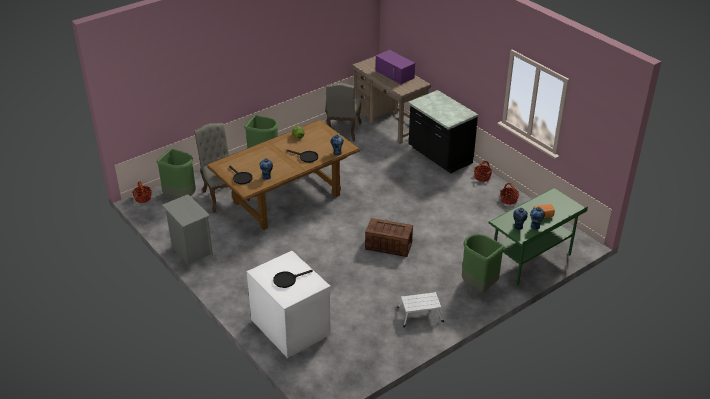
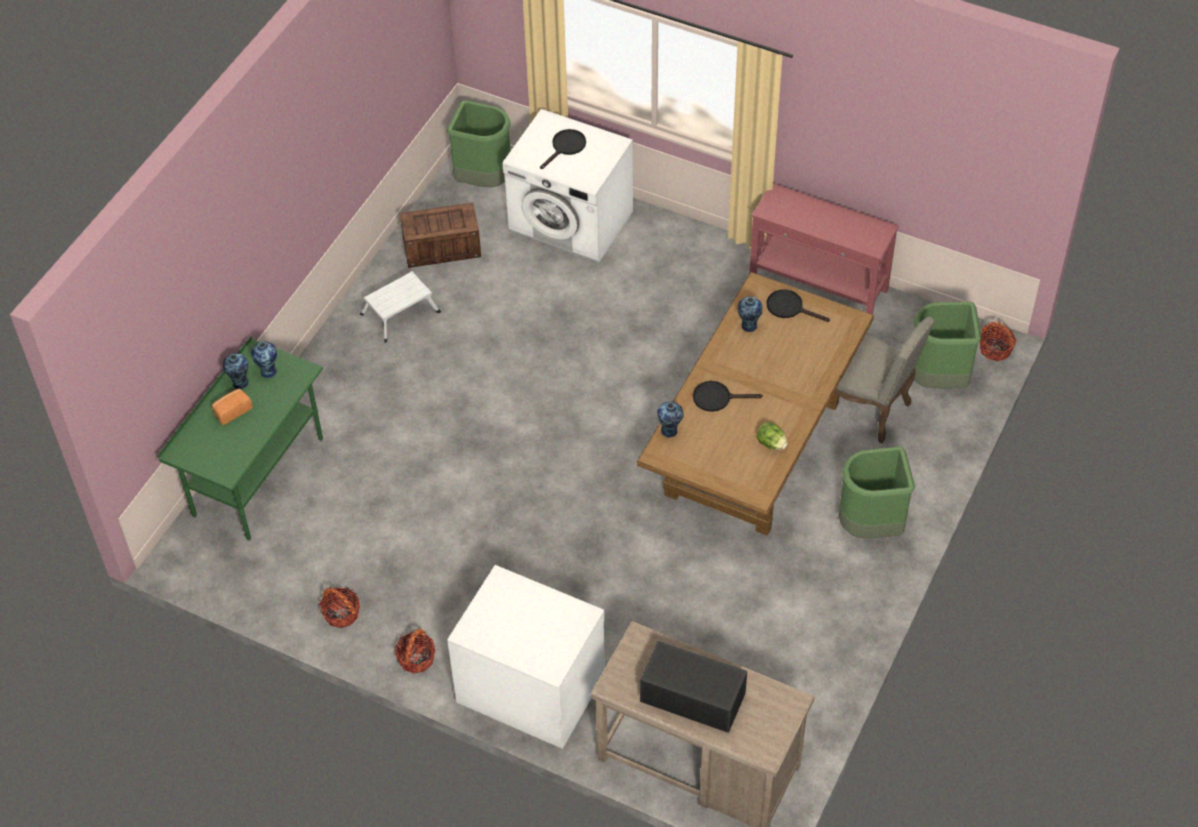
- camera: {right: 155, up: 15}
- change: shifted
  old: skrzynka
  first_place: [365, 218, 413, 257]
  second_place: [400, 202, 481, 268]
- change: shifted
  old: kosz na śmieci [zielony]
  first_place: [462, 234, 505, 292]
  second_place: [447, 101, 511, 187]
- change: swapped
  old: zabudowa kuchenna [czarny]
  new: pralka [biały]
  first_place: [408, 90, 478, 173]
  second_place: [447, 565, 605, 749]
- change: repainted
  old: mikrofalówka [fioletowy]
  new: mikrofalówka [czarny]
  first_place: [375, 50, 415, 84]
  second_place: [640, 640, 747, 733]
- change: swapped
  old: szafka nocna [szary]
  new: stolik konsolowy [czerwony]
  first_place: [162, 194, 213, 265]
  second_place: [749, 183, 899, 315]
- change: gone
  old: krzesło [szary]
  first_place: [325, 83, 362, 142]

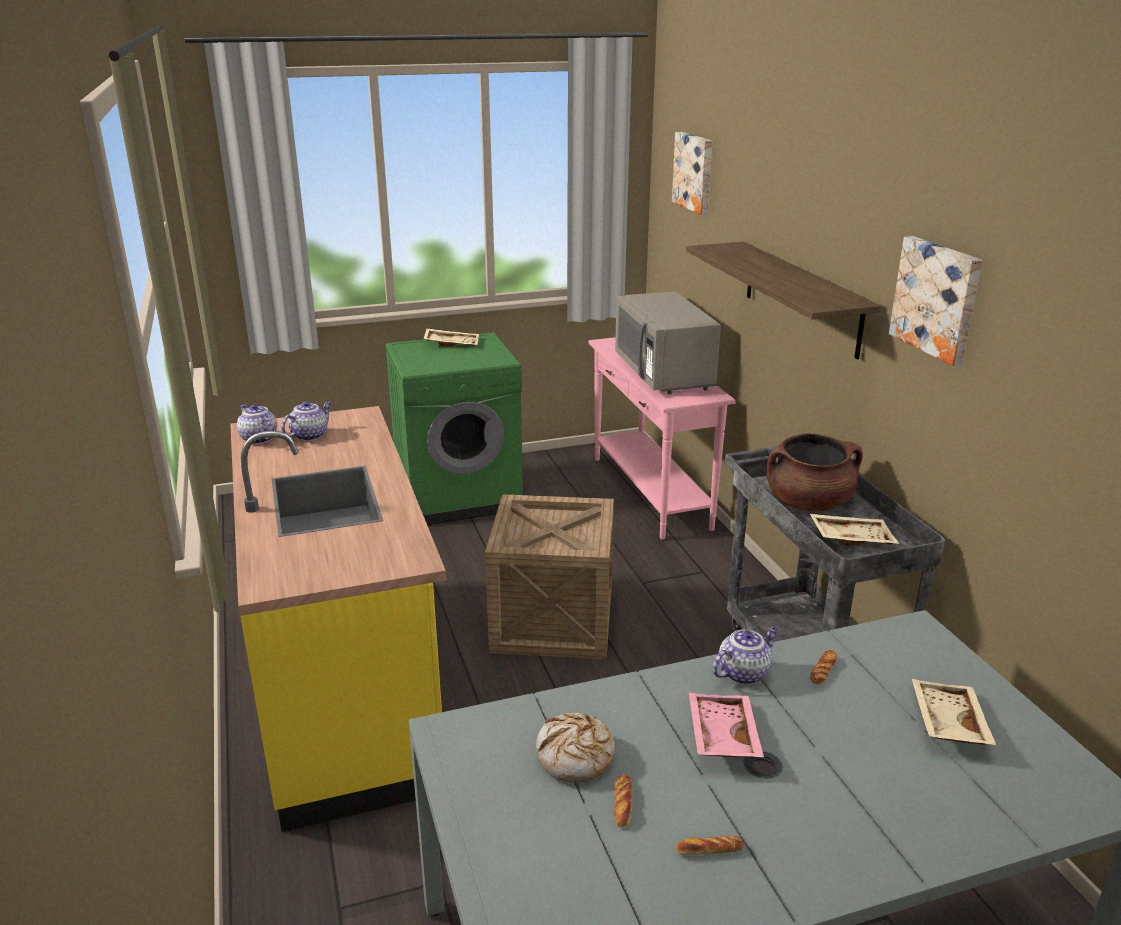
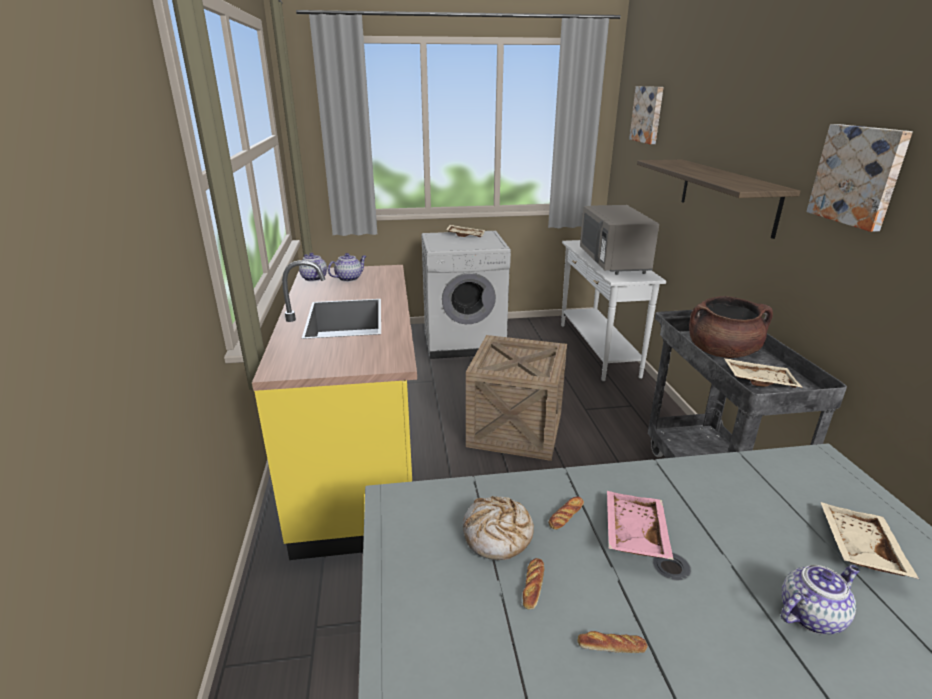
- camera: {right: 10, up: 0}
- change: repainted
  old: pralka [zielony]
  new: pralka [biały]
  first_place: [386, 332, 523, 525]
  second_place: [422, 231, 511, 359]
- change: shifted
  old: chleb
  first_place: [810, 650, 837, 684]
  second_place: [548, 497, 584, 530]
- change: repainted
  old: stolik konsolowy [różowy]
  new: stolik konsolowy [biały]
  first_place: [588, 337, 736, 540]
  second_place: [561, 240, 666, 381]
- change: shifted
  old: imbryk
  first_place: [712, 627, 778, 685]
  second_place: [781, 565, 860, 634]

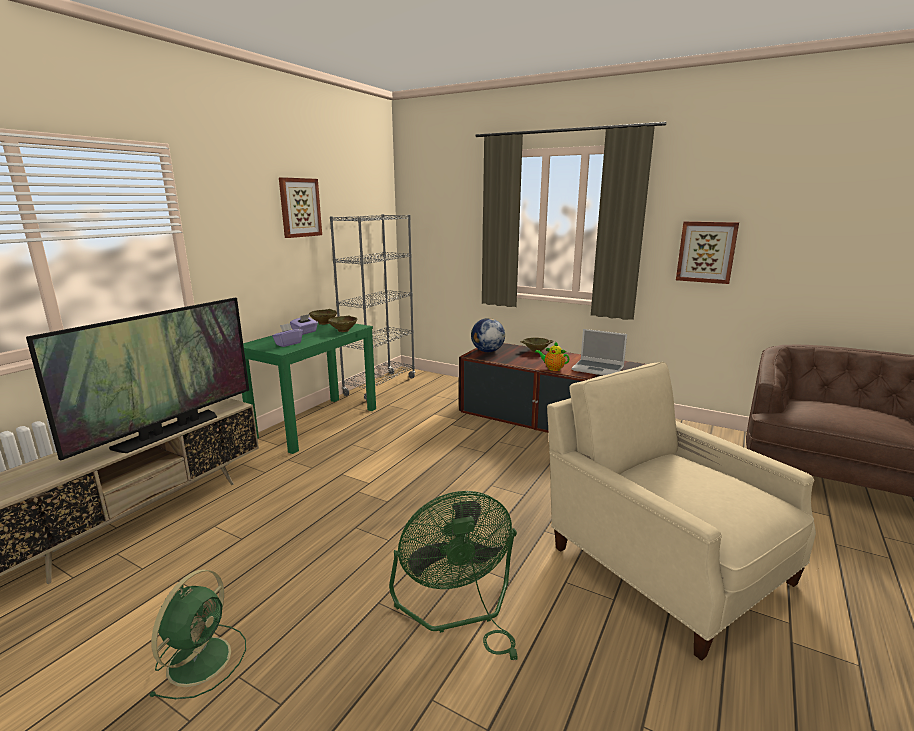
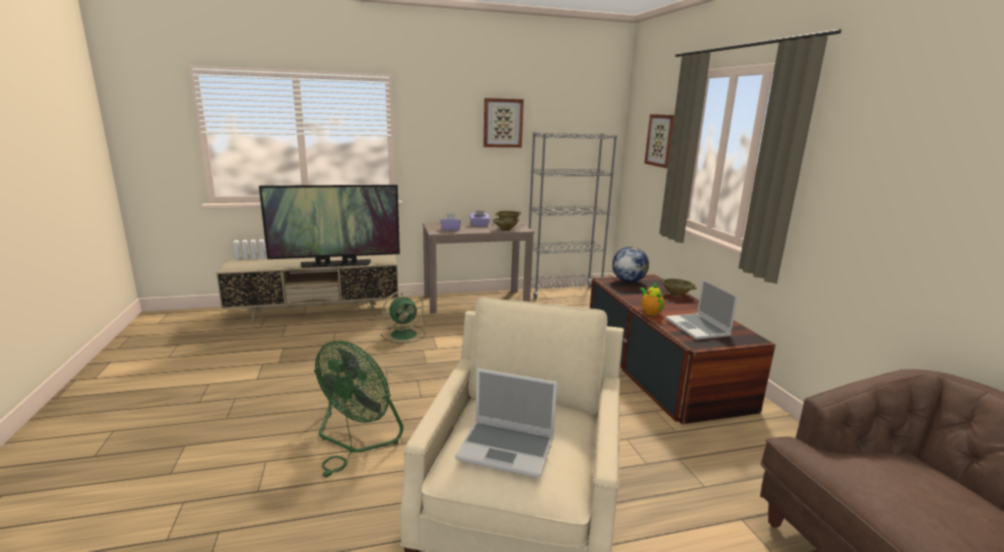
- camera: {right: 45, up: 0}
- change: shifted
  old: wentylator [zielony]
  first_place: [148, 569, 246, 699]
  second_place: [381, 290, 425, 343]
- change: repainted
  old: stolik konsolowy [zielony]
  new: stolik konsolowy [brązowy]
  first_place: [242, 323, 376, 454]
  second_place: [423, 221, 534, 314]
- change: new
  new: laptop
  second_place: [455, 369, 557, 478]
- change: shifted
  old: obraz
  first_place: [676, 221, 739, 284]
  second_place: [644, 114, 674, 168]

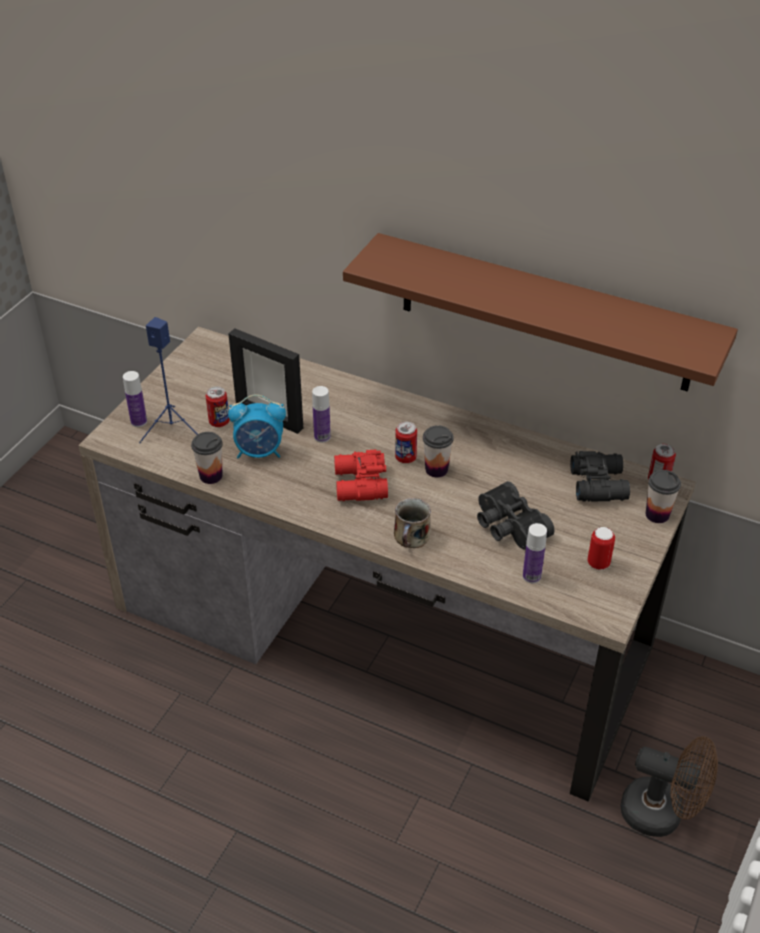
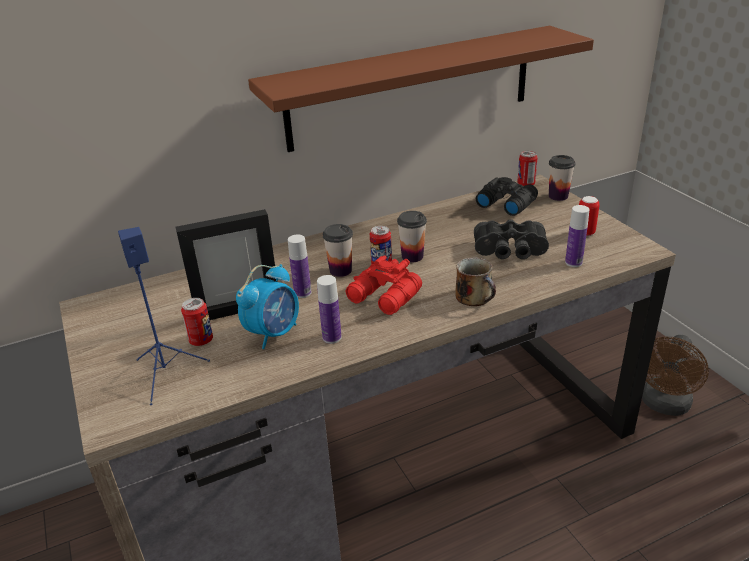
- camera: {right: -50, up: -10}
- change: shifted
  old: butelka
  first_place: [123, 371, 147, 427]
  second_place: [317, 275, 342, 344]
- change: shifted
  old: filiżanka
  first_place: [191, 432, 223, 484]
  second_place: [323, 224, 353, 277]
- change: rotated
  old: wentylator [brązowy]
  first_place: [620, 736, 718, 837]
  second_place: [642, 335, 709, 416]
  degrees: 150

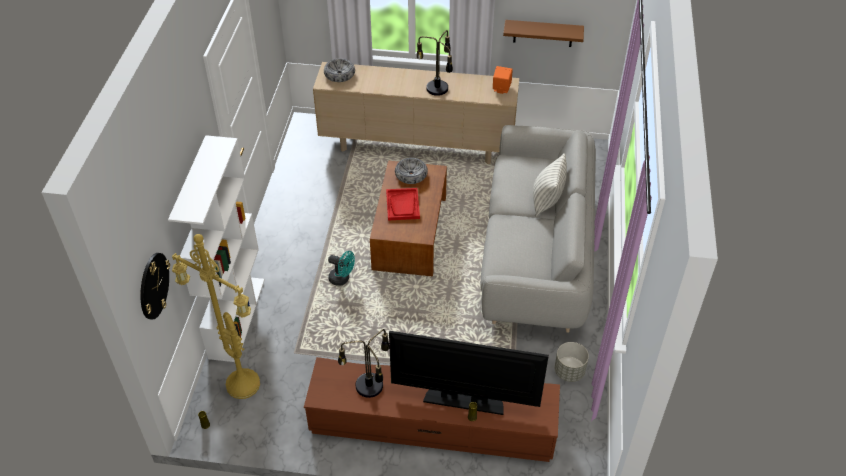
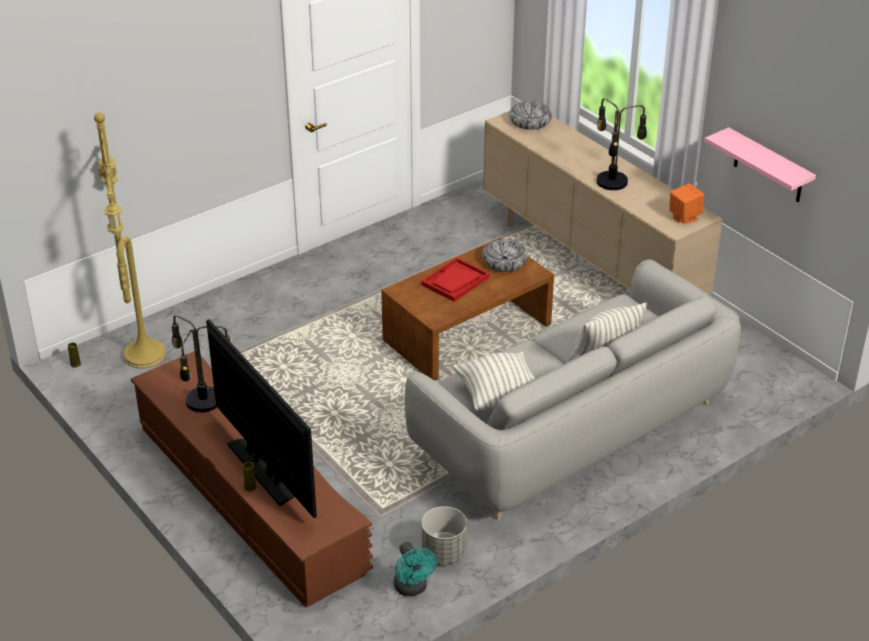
- camera: {right: 45, up: -10}
- change: shifted
  old: wentylator [turkusowy]
  first_place: [328, 251, 355, 286]
  second_place: [394, 542, 437, 596]
- change: new
  new: poduszka
  second_place: [453, 352, 536, 411]
- change: repainted
  old: półka [brązowy]
  new: półka [różowy]
  first_place: [503, 20, 584, 47]
  second_place: [704, 127, 816, 202]
- change: gone
  old: zegar ścienny
  first_place: [140, 253, 170, 320]
- change: gone
  old: regał [biały]
  first_place: [168, 135, 264, 362]

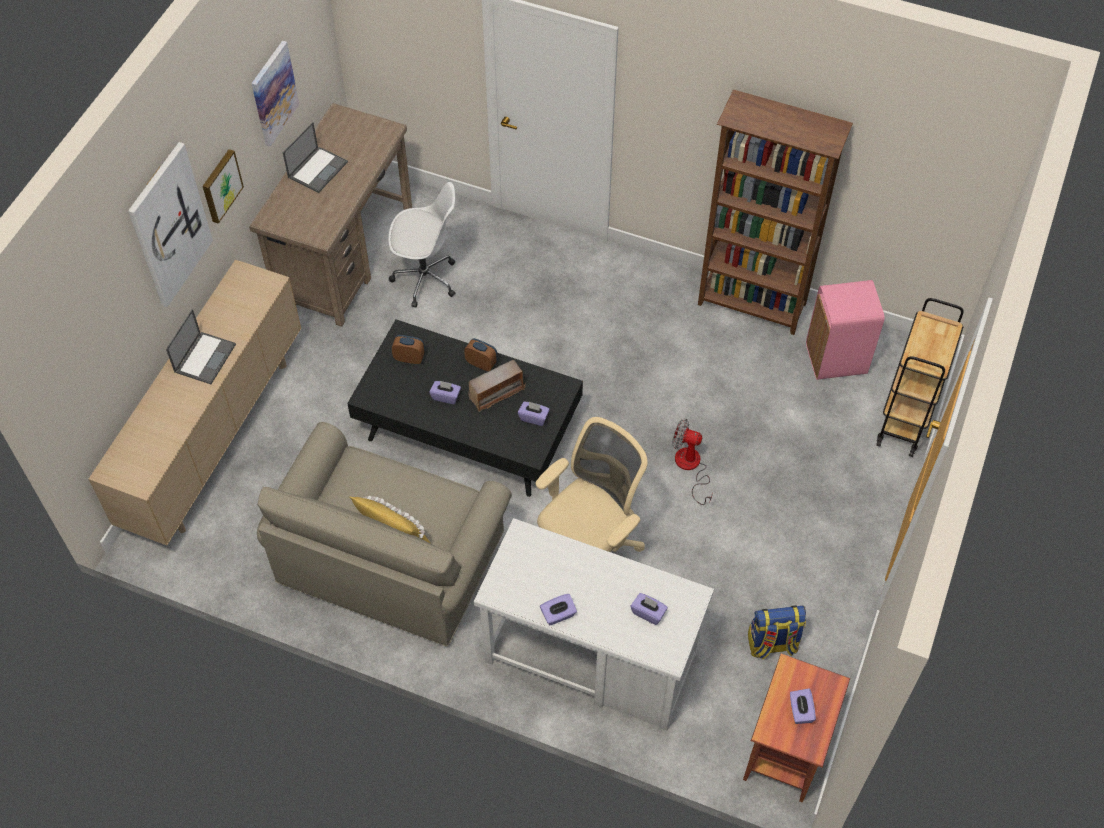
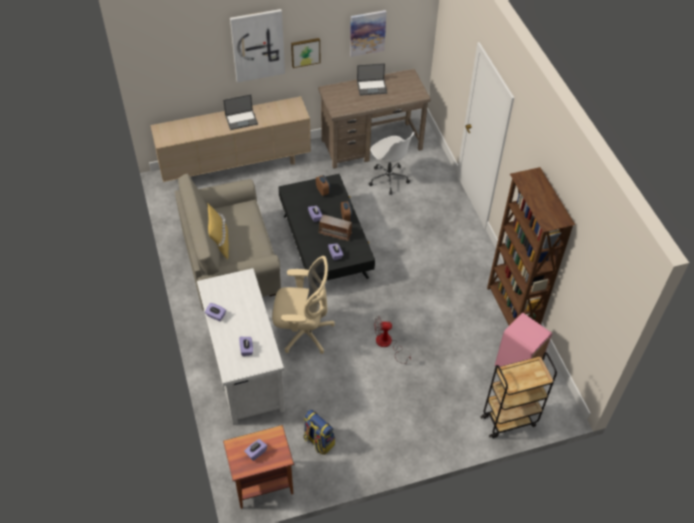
- camera: {right: 50, up: -5}
- change: rotated
  old: wentylator
  first_place: [672, 418, 713, 505]
  second_place: [375, 316, 411, 364]
  degrees: -75

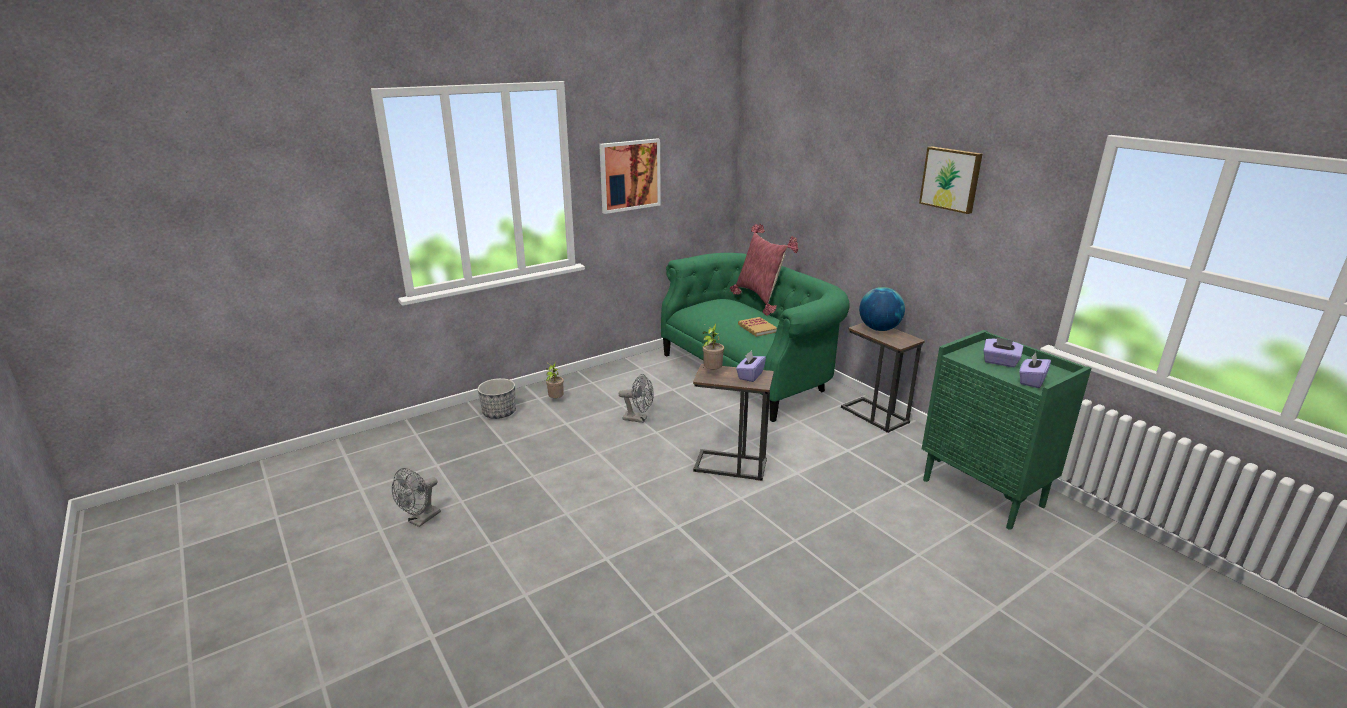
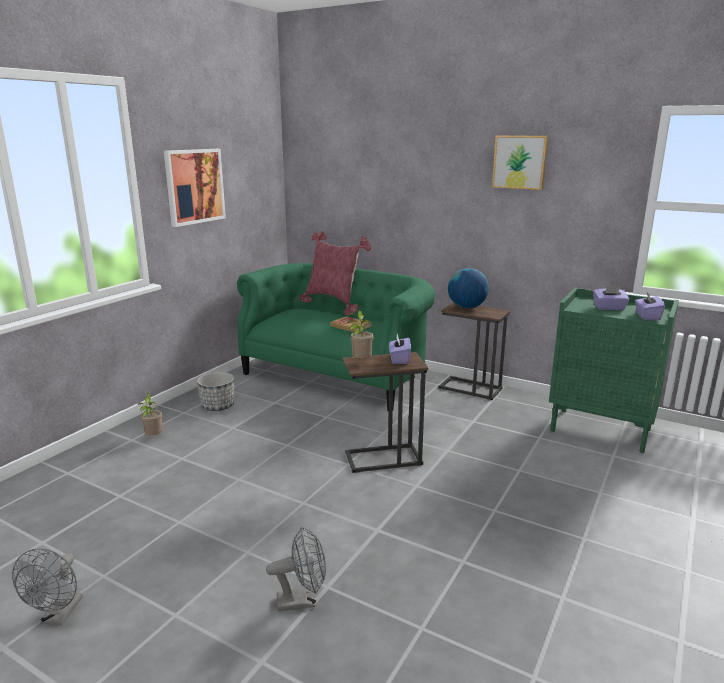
- camera: {right: -25, up: -5}
- change: shifted
  old: donica
  first_place: [478, 378, 516, 419]
  second_place: [197, 372, 234, 411]
- change: shifted
  old: wentylator [szary]
  first_place: [619, 374, 654, 423]
  second_place: [266, 526, 326, 612]

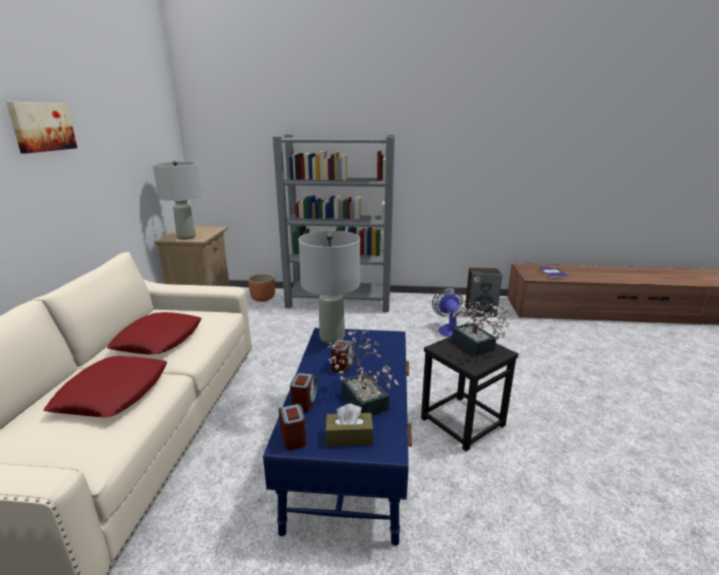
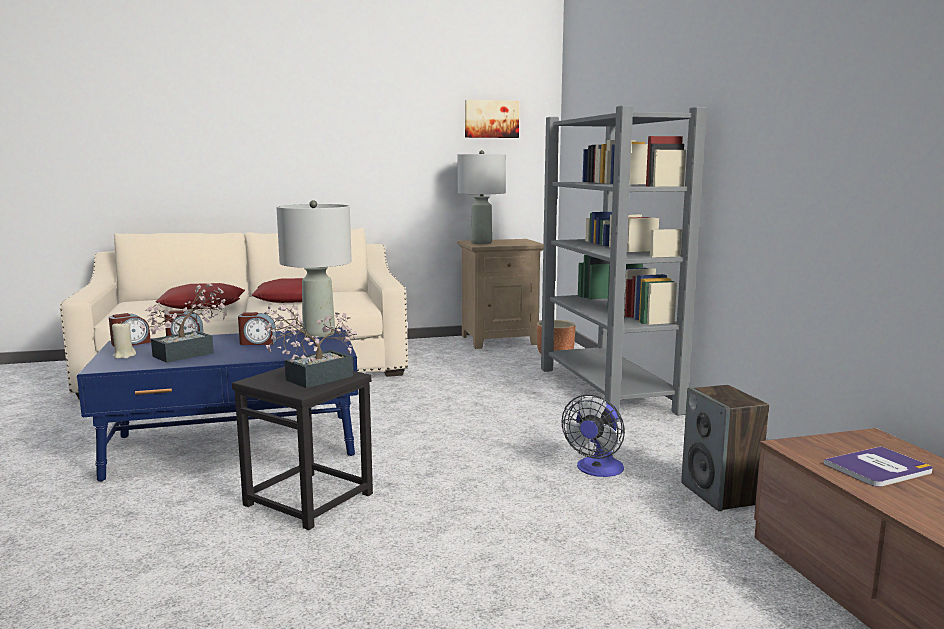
- camera: {right: 70, up: -10}
- change: swapped
  old: pudełko chusteczek [brązowy]
  new: świeca [beżowy]
  first_place: [325, 404, 374, 447]
  second_place: [112, 322, 136, 359]
- change: shifted
  old: obraz
  first_place: [6, 102, 77, 153]
  second_place: [465, 100, 519, 138]
- change: rotated
  old: wentylator
  first_place: [432, 287, 463, 337]
  second_place: [562, 394, 625, 477]
  degrees: 150

